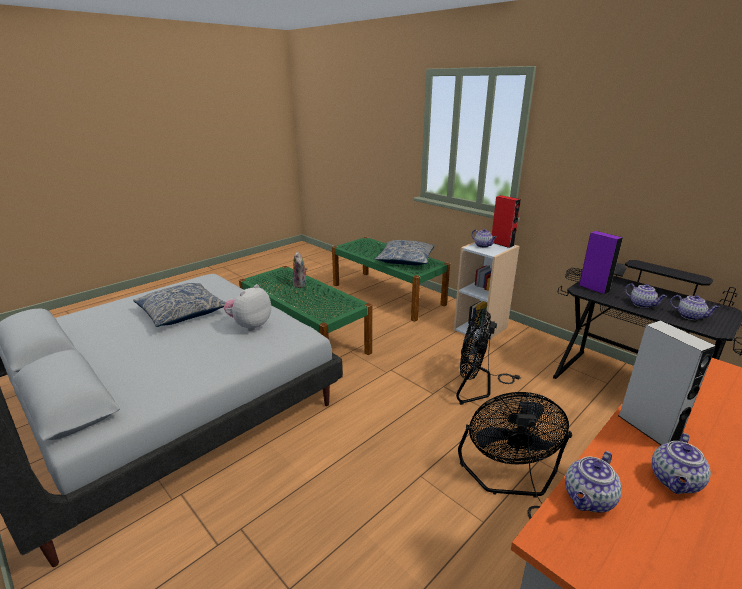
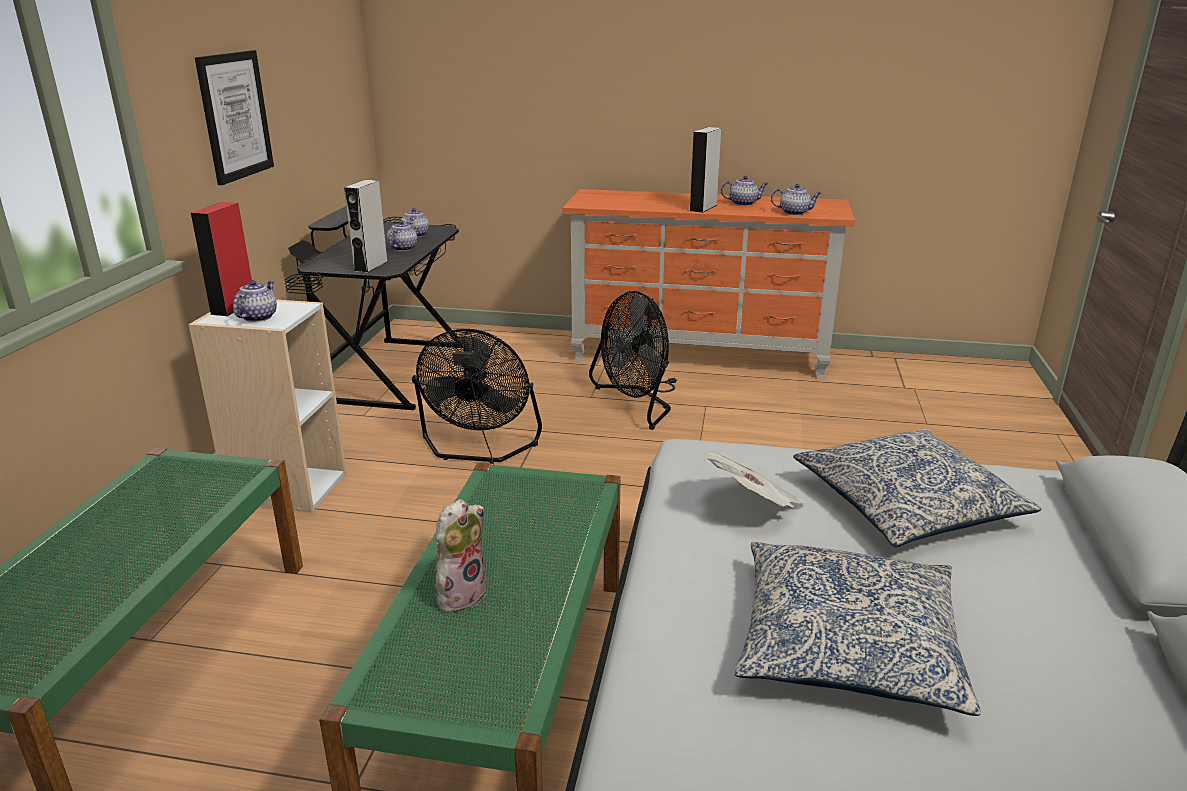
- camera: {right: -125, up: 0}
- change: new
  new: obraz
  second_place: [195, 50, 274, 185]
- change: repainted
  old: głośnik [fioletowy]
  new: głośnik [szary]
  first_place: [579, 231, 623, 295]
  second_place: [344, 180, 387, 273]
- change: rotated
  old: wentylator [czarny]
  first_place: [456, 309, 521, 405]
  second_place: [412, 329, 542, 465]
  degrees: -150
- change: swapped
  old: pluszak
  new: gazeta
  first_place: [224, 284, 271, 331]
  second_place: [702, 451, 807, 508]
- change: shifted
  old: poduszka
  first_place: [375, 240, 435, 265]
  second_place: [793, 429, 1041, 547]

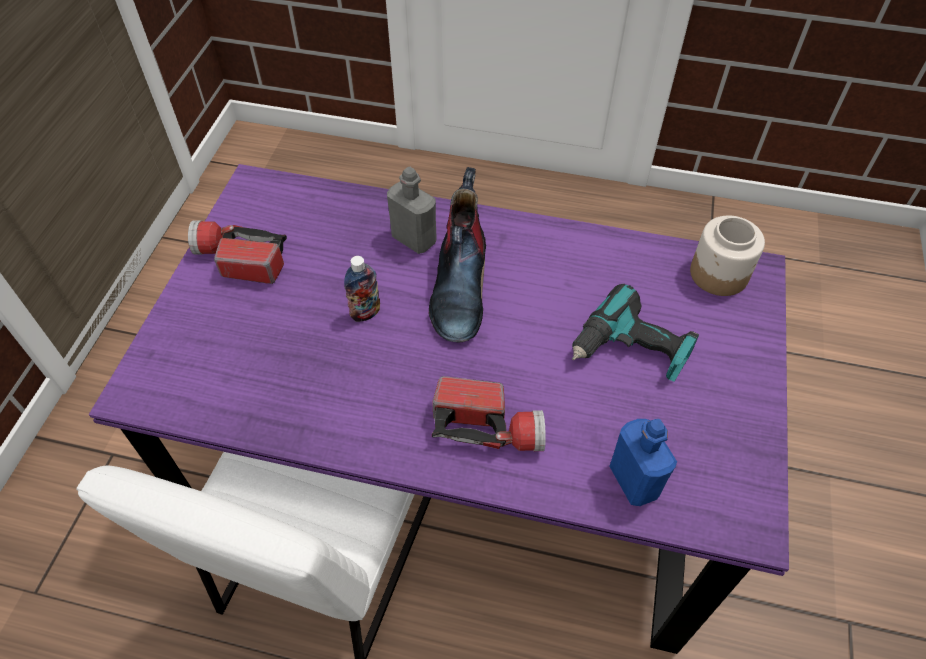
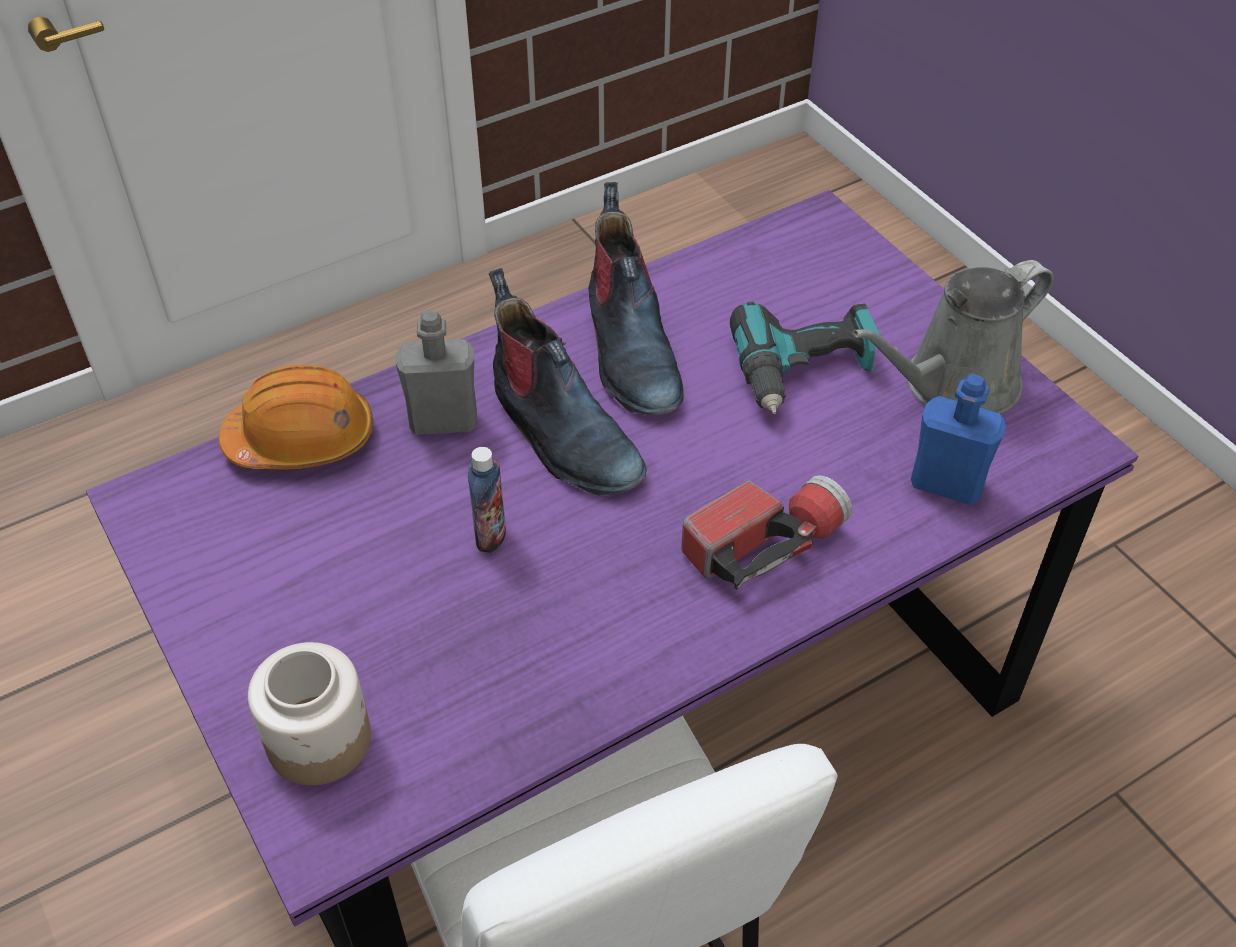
- camera: {right: -45, up: -5}
- change: new
  new: kask [pomarańczowy]
  second_place: [219, 365, 373, 469]
- change: shifted
  old: słoik
  first_place: [690, 216, 765, 296]
  second_place: [248, 642, 371, 786]
- change: new
  new: but z cholewką
  second_place: [588, 182, 684, 415]
- change: new
  new: konewka [szary]
  second_place: [852, 260, 1054, 414]
- change: gone
  old: latarka
  first_place: [188, 220, 287, 284]

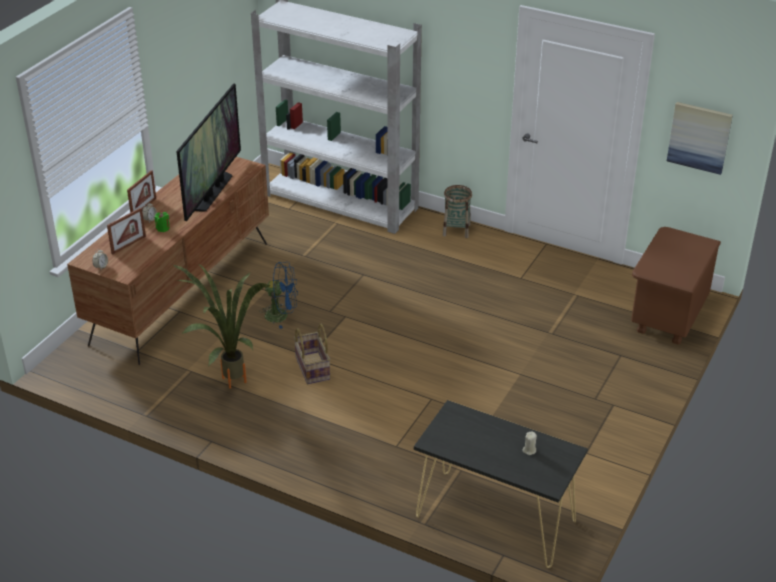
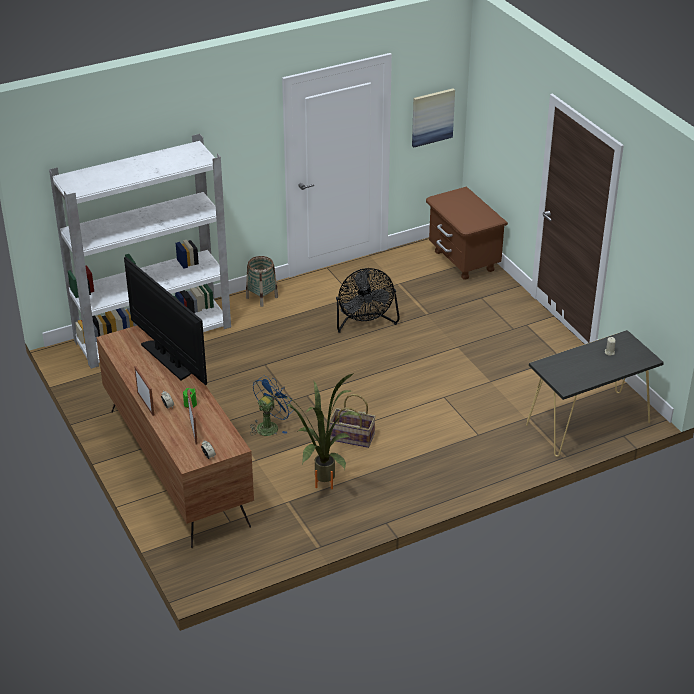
- camera: {right: -55, up: 0}
- change: new
  new: wentylator [czarny]
  second_place: [336, 268, 400, 333]

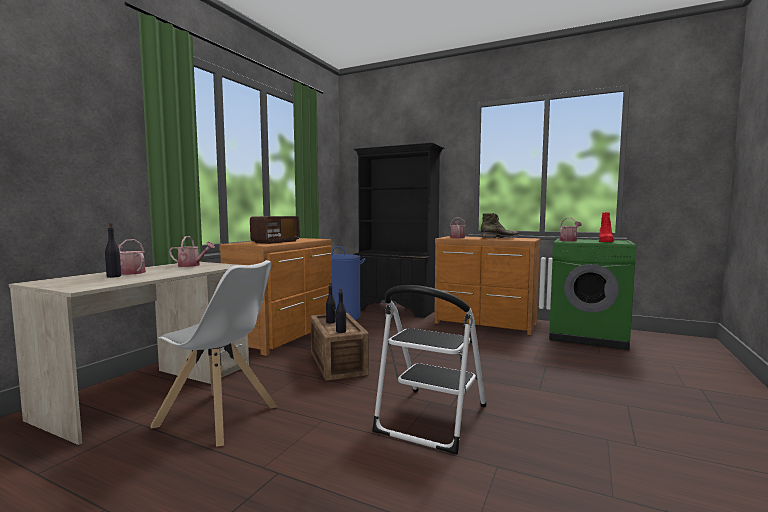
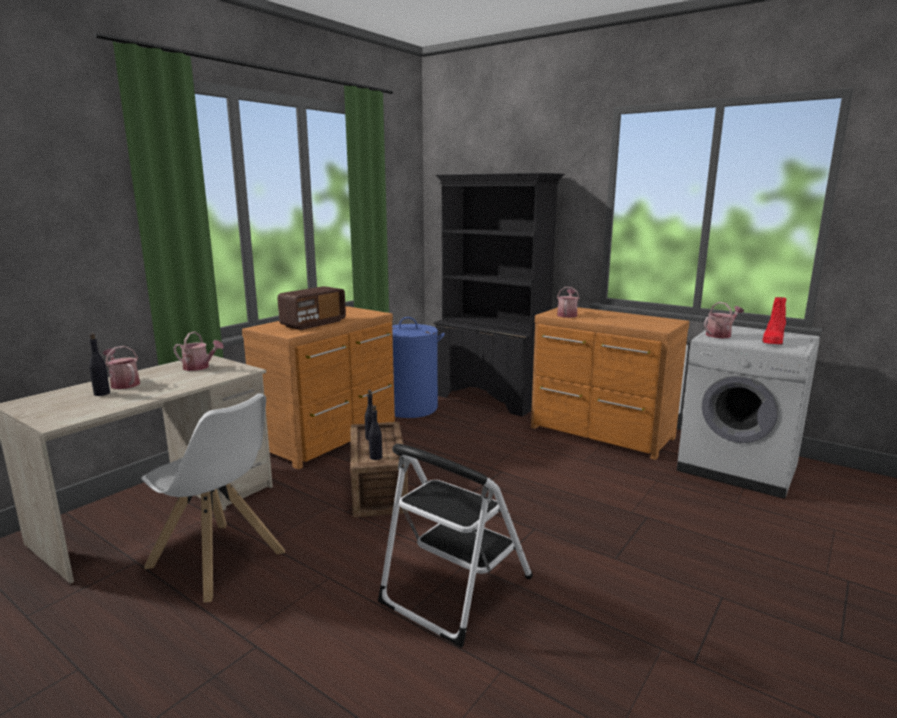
- camera: {right: 10, up: 10}
- change: repainted
  old: pralka [zielony]
  new: pralka [biały]
  first_place: [549, 239, 636, 350]
  second_place: [677, 326, 820, 499]
- change: gone
  old: but z cholewką [zielony]
  first_place: [480, 213, 520, 238]

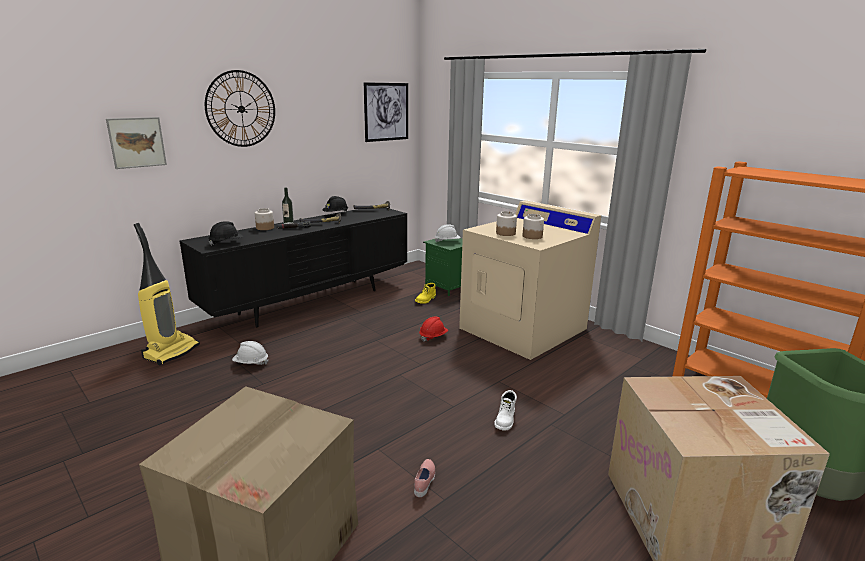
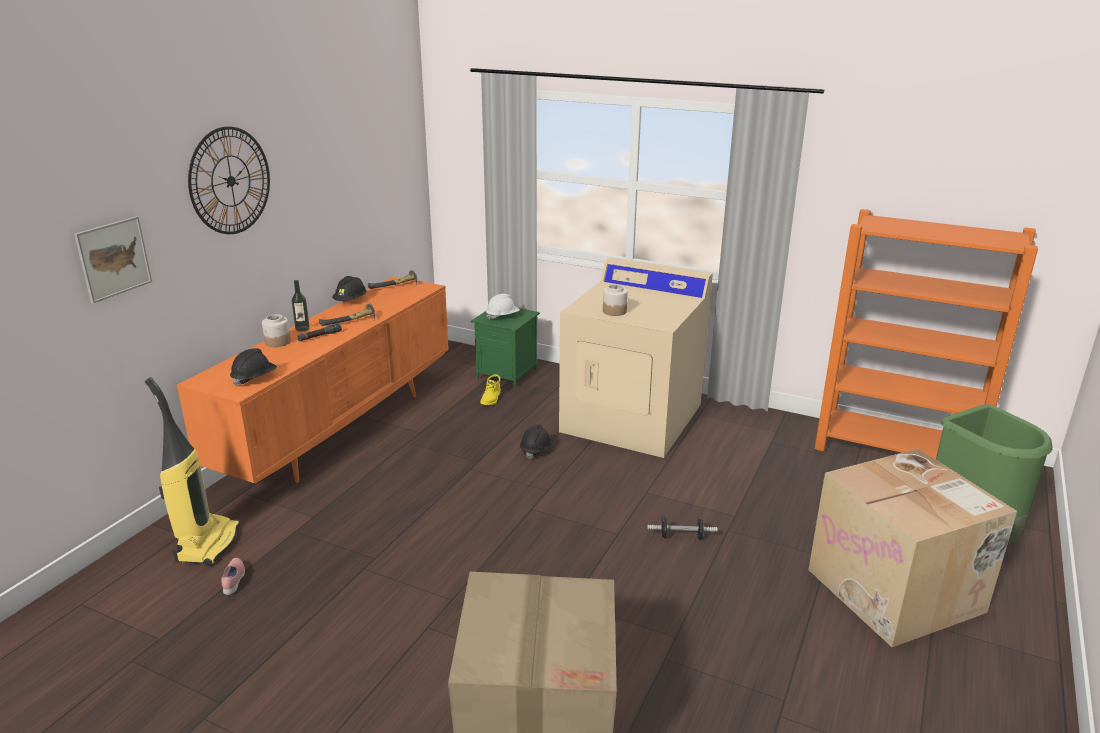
- camera: {right: -20, up: 5}
- change: repainted
  old: szafka [czarny]
  new: szafka [pomarańczowy]
  first_place: [179, 207, 407, 328]
  second_place: [177, 276, 449, 484]
- change: shifted
  old: but [różowy]
  first_place: [414, 459, 435, 497]
  second_place: [221, 558, 245, 595]
- change: repainted
  old: kask [czerwony]
  new: kask [czarny]
  first_place: [419, 317, 448, 342]
  second_place: [520, 424, 553, 459]
- change: swapped
  old: but z cholewką [biały]
  new: hantel
  first_place: [494, 390, 517, 430]
  second_place: [647, 517, 718, 540]
- change: gone
  old: kask [biały]
  first_place: [232, 341, 269, 365]
- change: gone
  old: obraz
  first_place: [364, 82, 408, 142]
- change: gone
  old: słoik
  first_place: [523, 214, 544, 239]

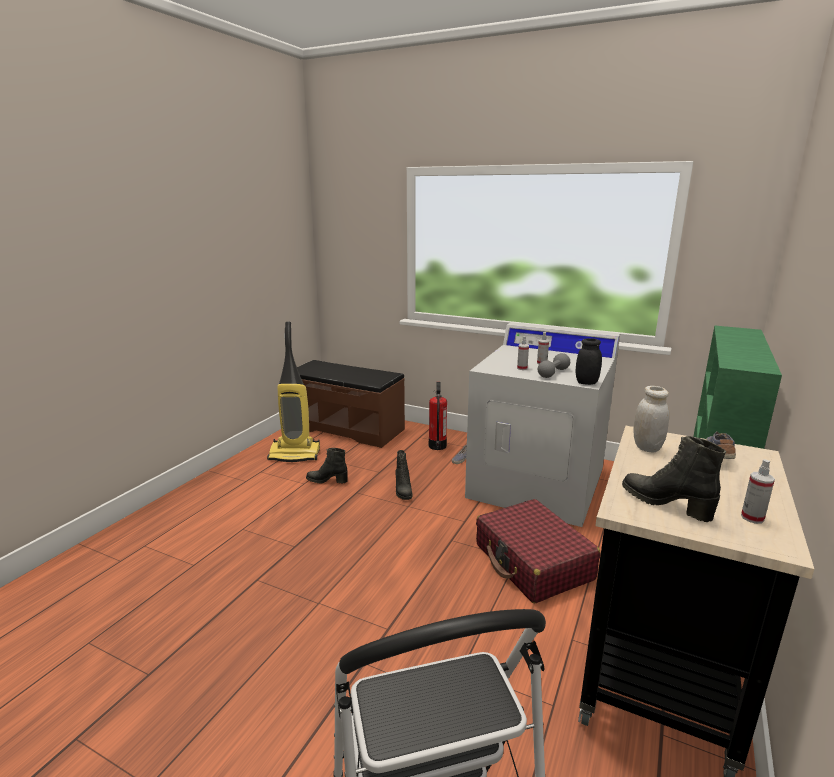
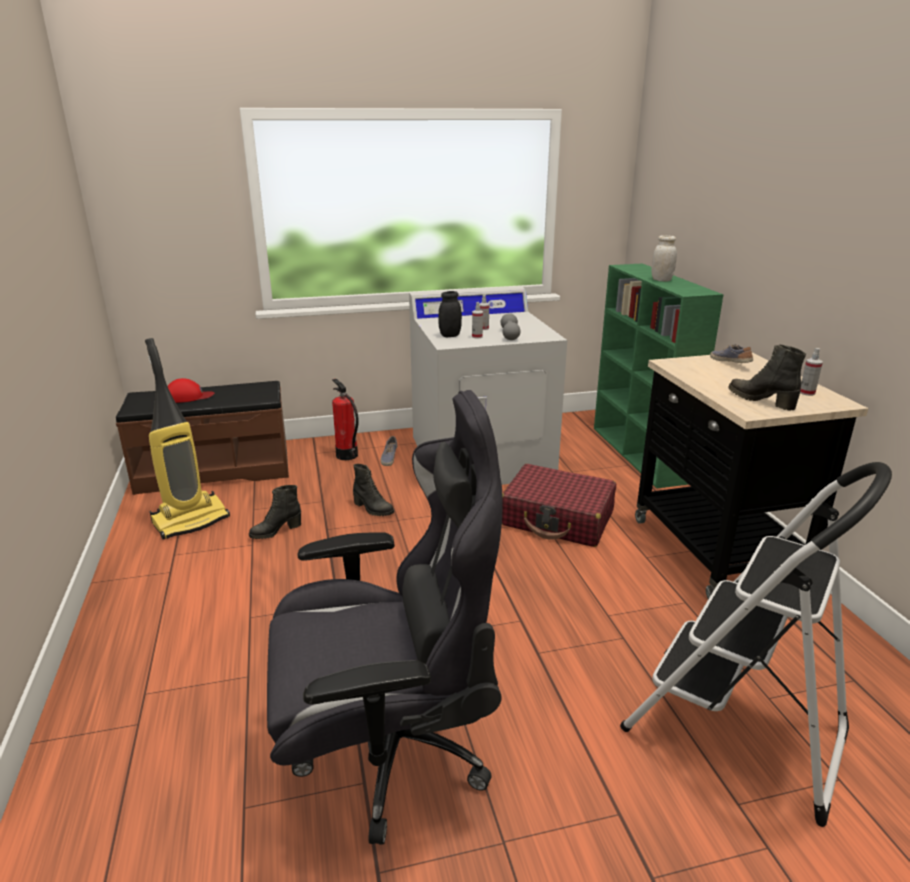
- camera: {right: -40, up: 5}
- change: new
  new: czapka z daszkiem [czerwony]
  second_place: [168, 378, 214, 403]
- change: new
  new: krzesło biurowe [czarny]
  second_place: [267, 390, 503, 845]
- change: shifted
  old: słoik [czarny]
  first_place: [575, 339, 602, 385]
  second_place: [438, 291, 462, 337]
- change: shifted
  old: słoik [biały]
  first_place: [634, 386, 669, 452]
  second_place: [651, 235, 677, 282]
- change: rotated
  old: but z cholewką [czarny]
  first_place: [622, 436, 726, 522]
  second_place: [729, 344, 806, 411]
  degrees: 45

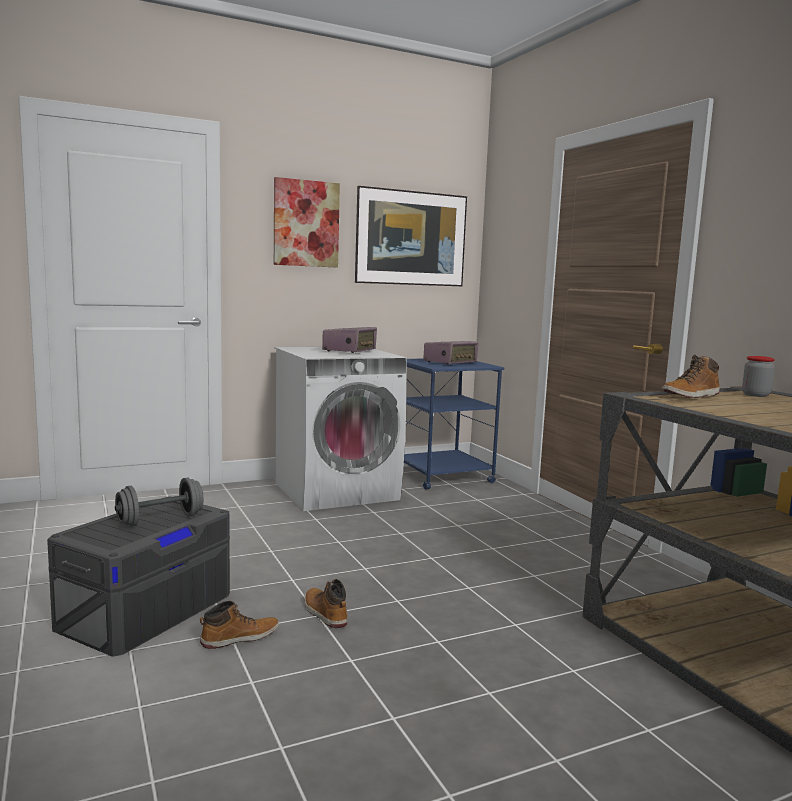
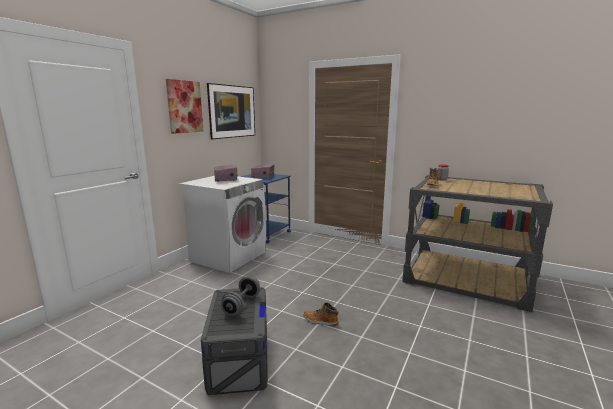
- camera: {right: -35, up: 5}
- change: gone
  old: but z cholewką
  first_place: [200, 601, 279, 649]

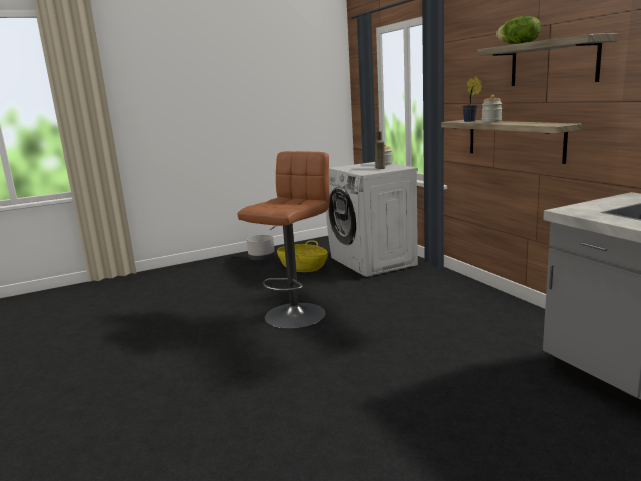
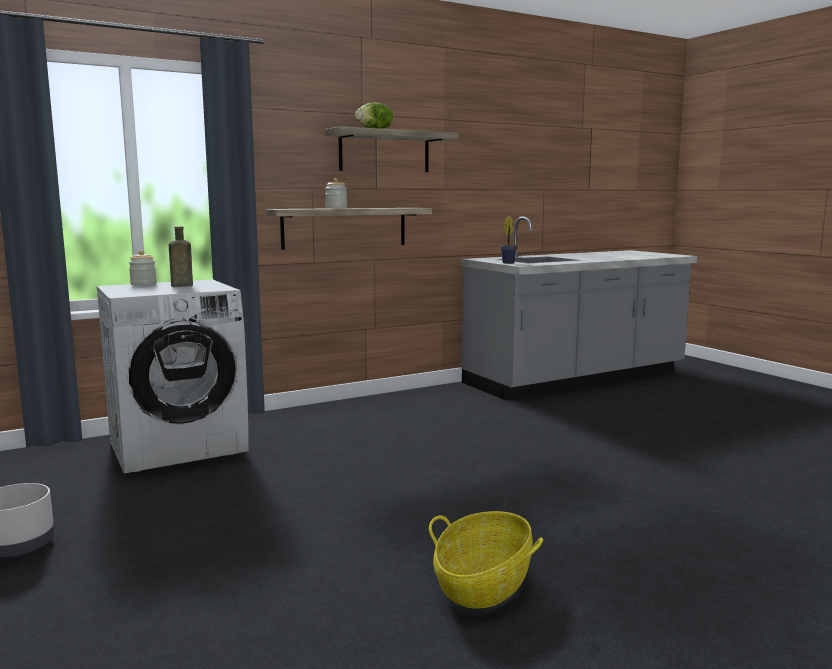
- camera: {right: -95, up: -5}
- change: shifted
  old: koszyk
  first_place: [277, 240, 328, 272]
  second_place: [429, 511, 543, 609]
- change: shifted
  old: roślina doniczkowa
  first_place: [462, 77, 482, 122]
  second_place: [500, 216, 518, 264]
- change: gone
  old: stołek [brązowy]
  first_place: [237, 151, 330, 328]

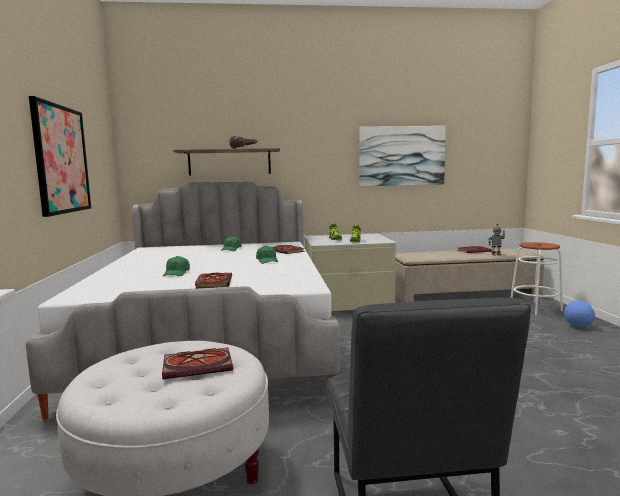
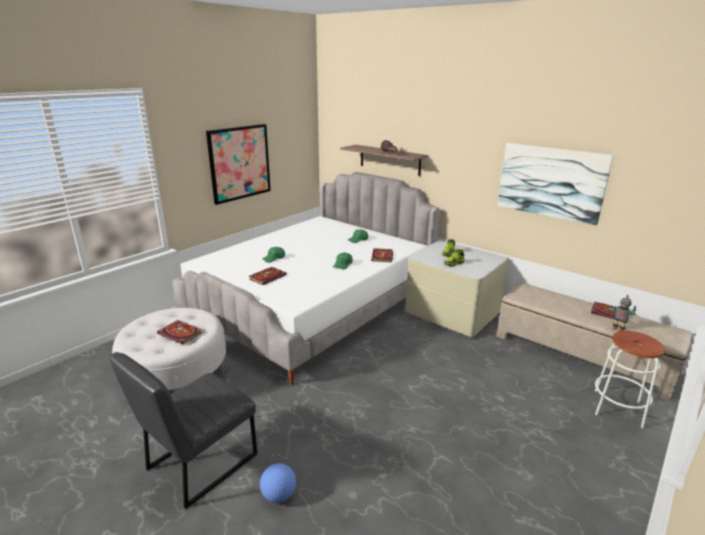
- camera: {right: 45, up: 15}
- change: shifted
  old: piłka futbolowa
  first_place: [564, 301, 595, 328]
  second_place: [260, 463, 296, 503]

